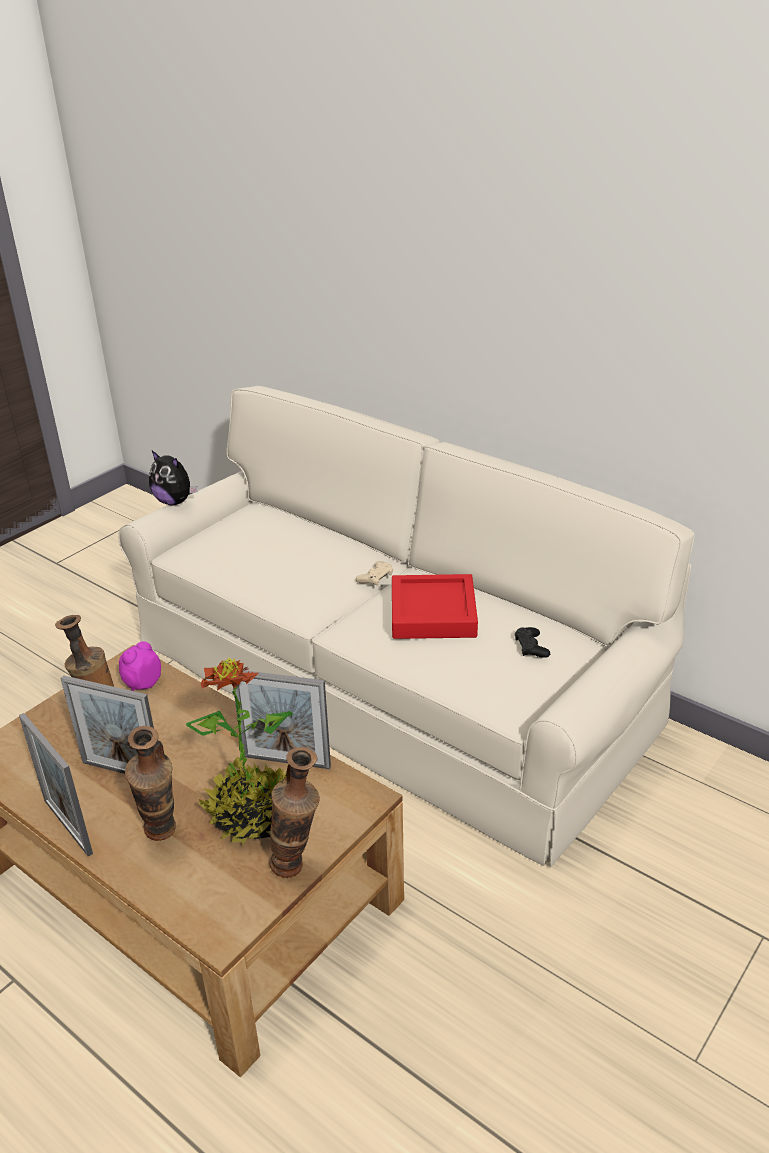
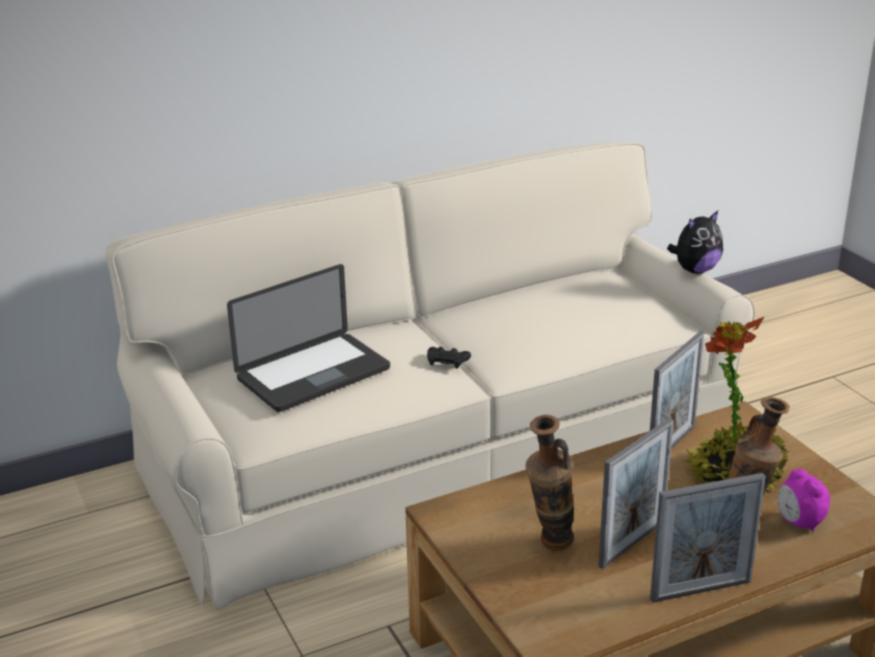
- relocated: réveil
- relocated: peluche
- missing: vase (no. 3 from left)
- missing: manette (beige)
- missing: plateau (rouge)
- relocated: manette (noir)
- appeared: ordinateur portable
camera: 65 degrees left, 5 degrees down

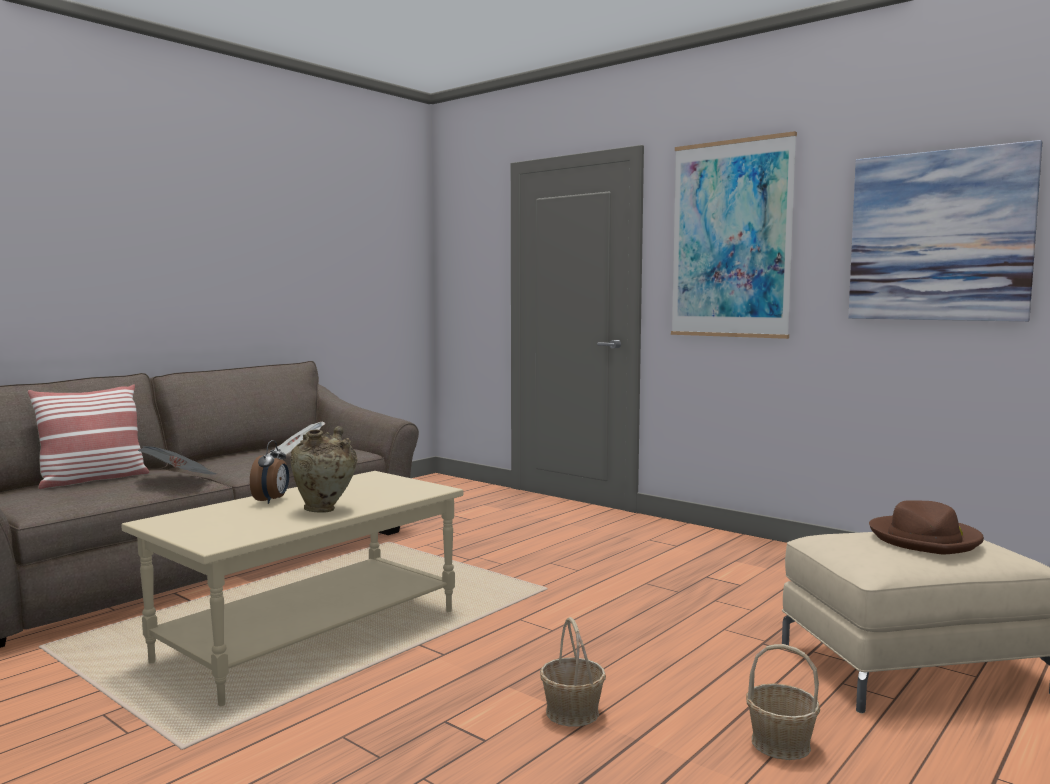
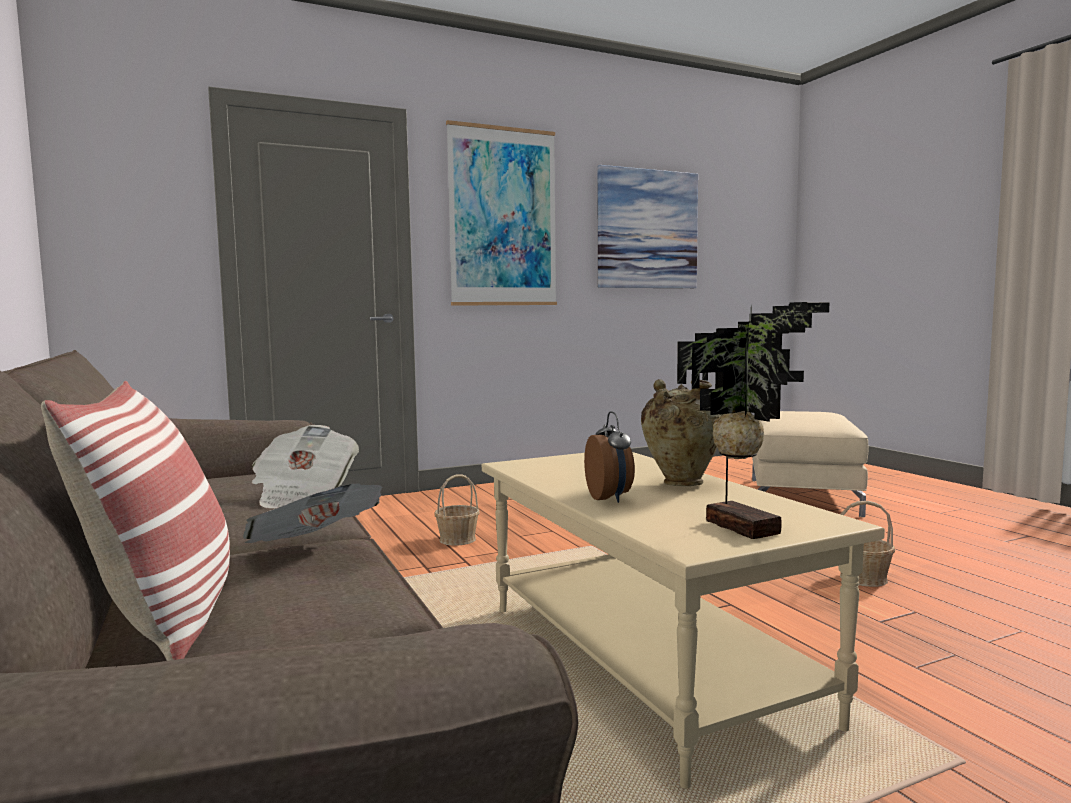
- spun: réveil 45 degrees clockwise
- relocated: panier (no. 2 from left in the first image) to panier (no. 1 from left)
- missing: chapeau (marron)
- appeared: plante en pot
camera: 65 degrees left, 0 degrees up

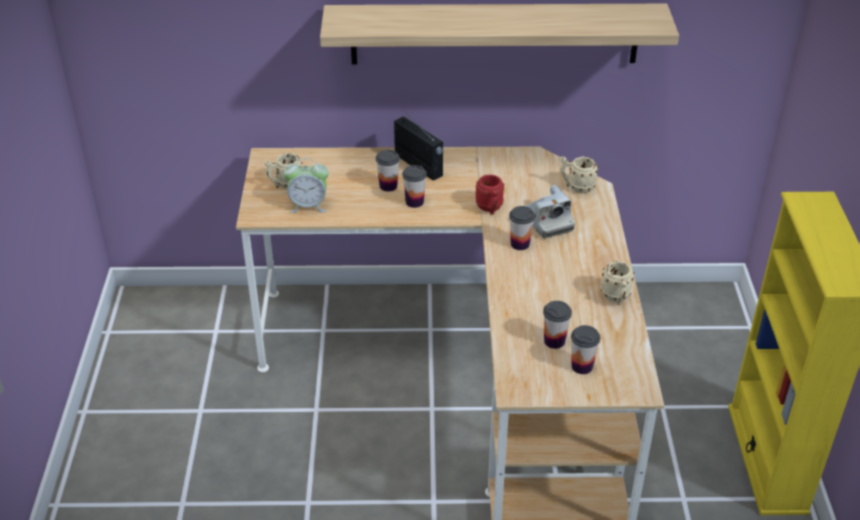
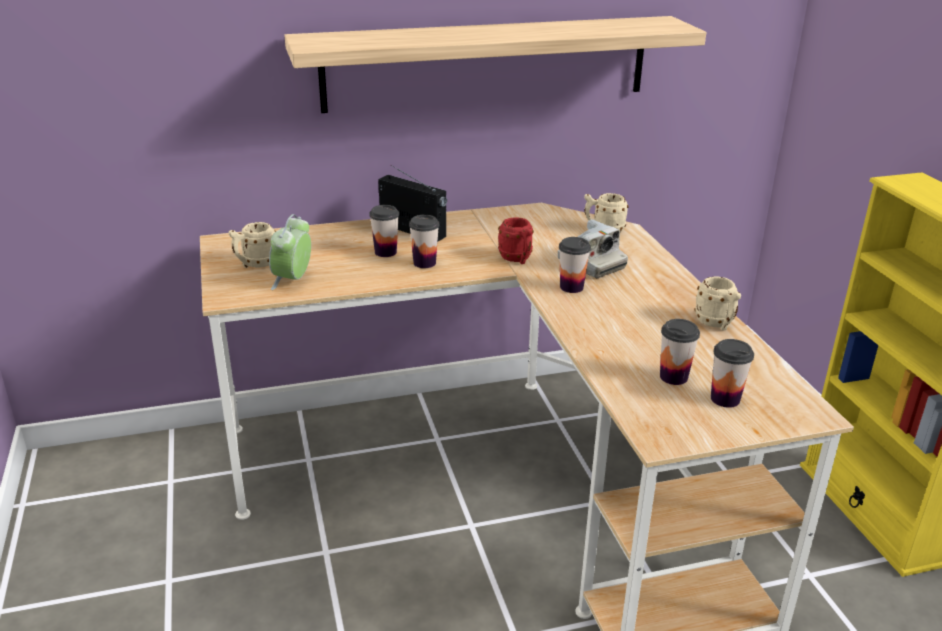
- spun: réveil 120 degrees clockwise
camera: 15 degrees left, 10 degrees down

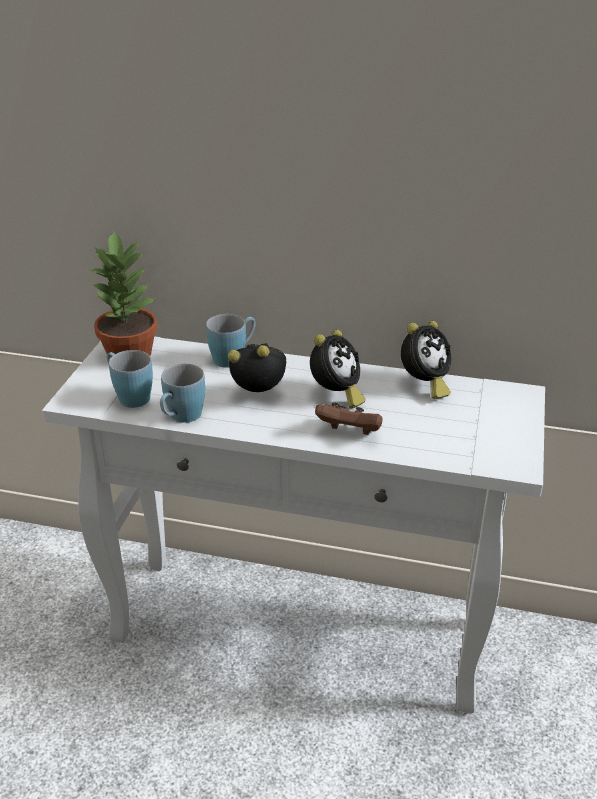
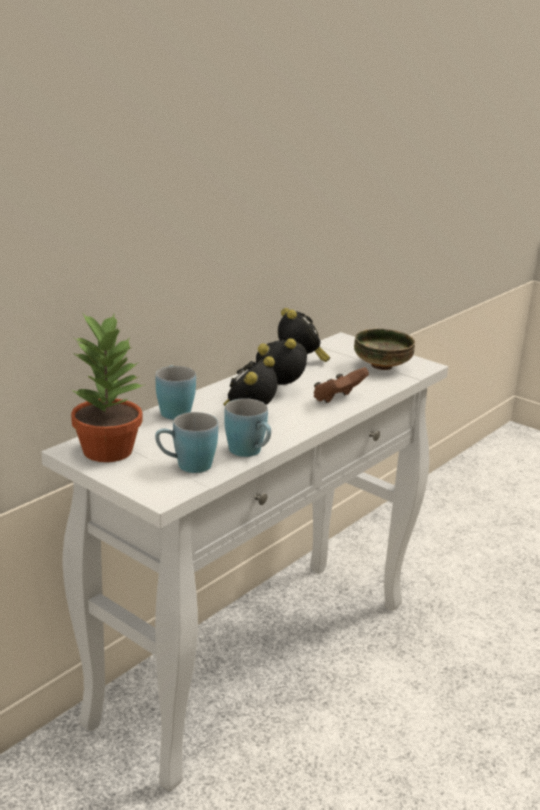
- spun: réveil (no. 2 from left) 60 degrees counterclockwise
- appeared: bol
camera: 65 degrees left, 10 degrees down

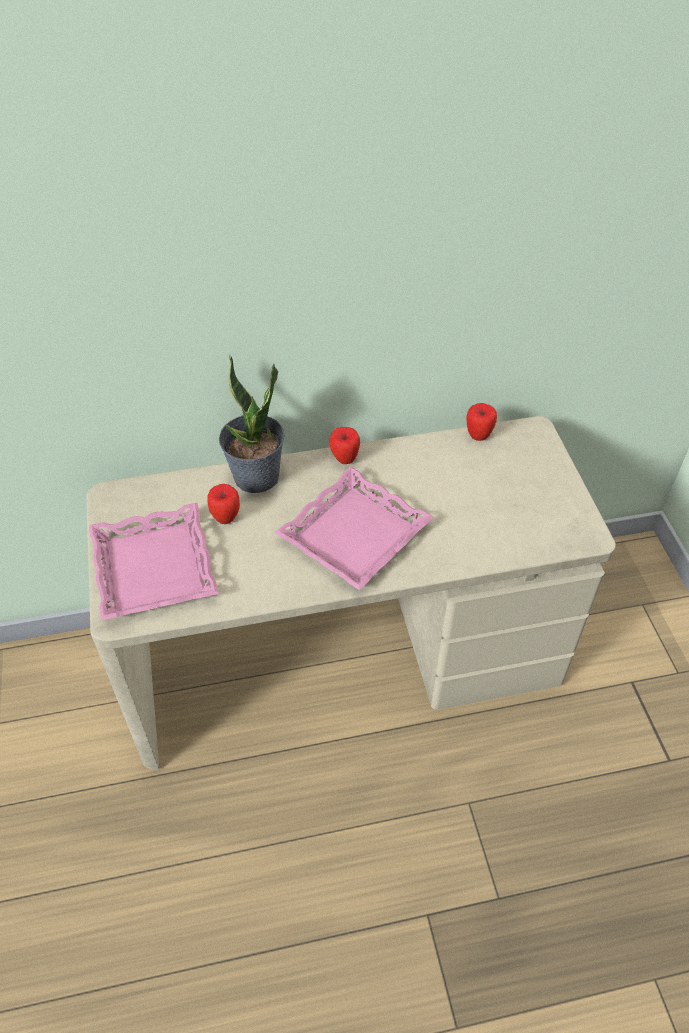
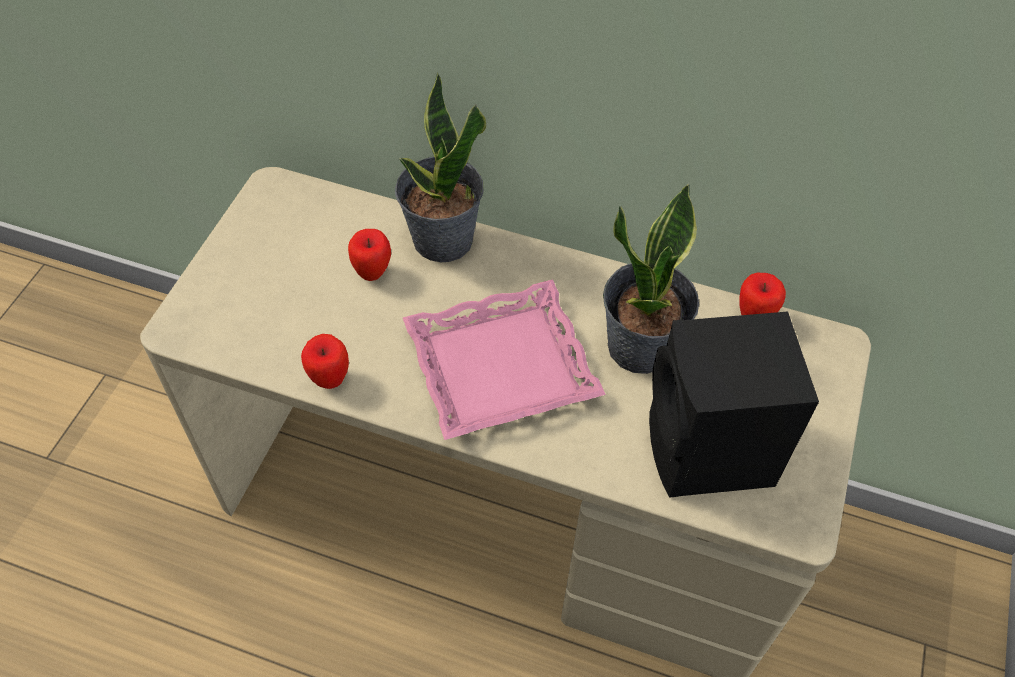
- missing: plateau (rose) (no. 1 from left)
- relocated: pomme (no. 2 from left in the first image) to pomme (no. 1 from left)
- appeared: plante en pot (no. 2 from left)
- appeared: enceinte (noir)
camera: 30 degrees right, 5 degrees up

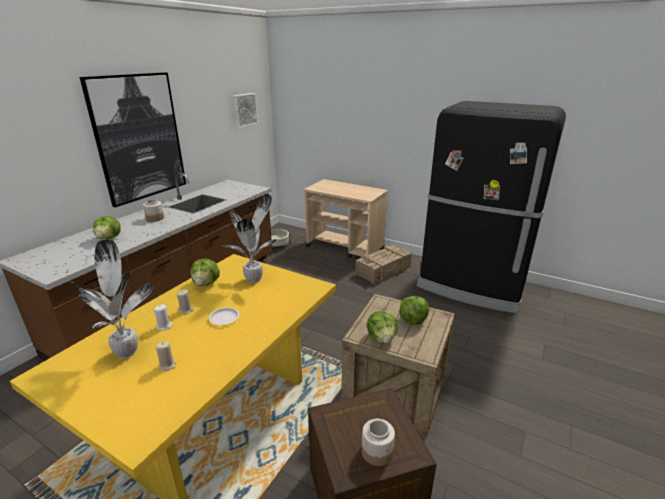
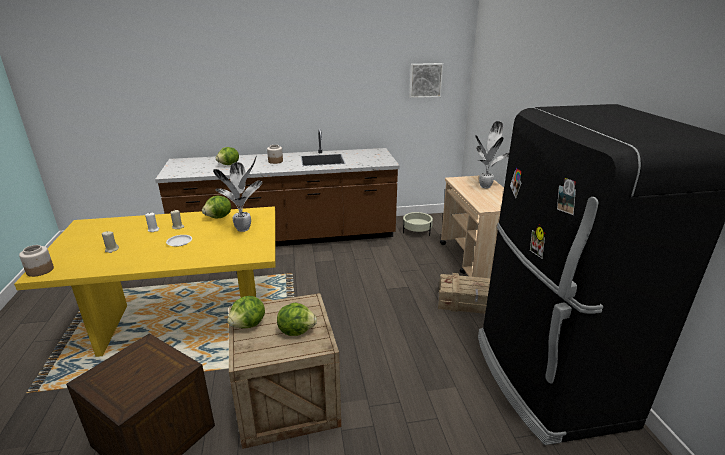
- relocated: plante en pot (no. 1 from left in the first image) to plante en pot (no. 2 from left)
- missing: tableau (no. 1 from left)
- relocated: bocal (no. 2 from left in the first image) to bocal (no. 1 from left)
camera: 50 degrees right, 0 degrees up

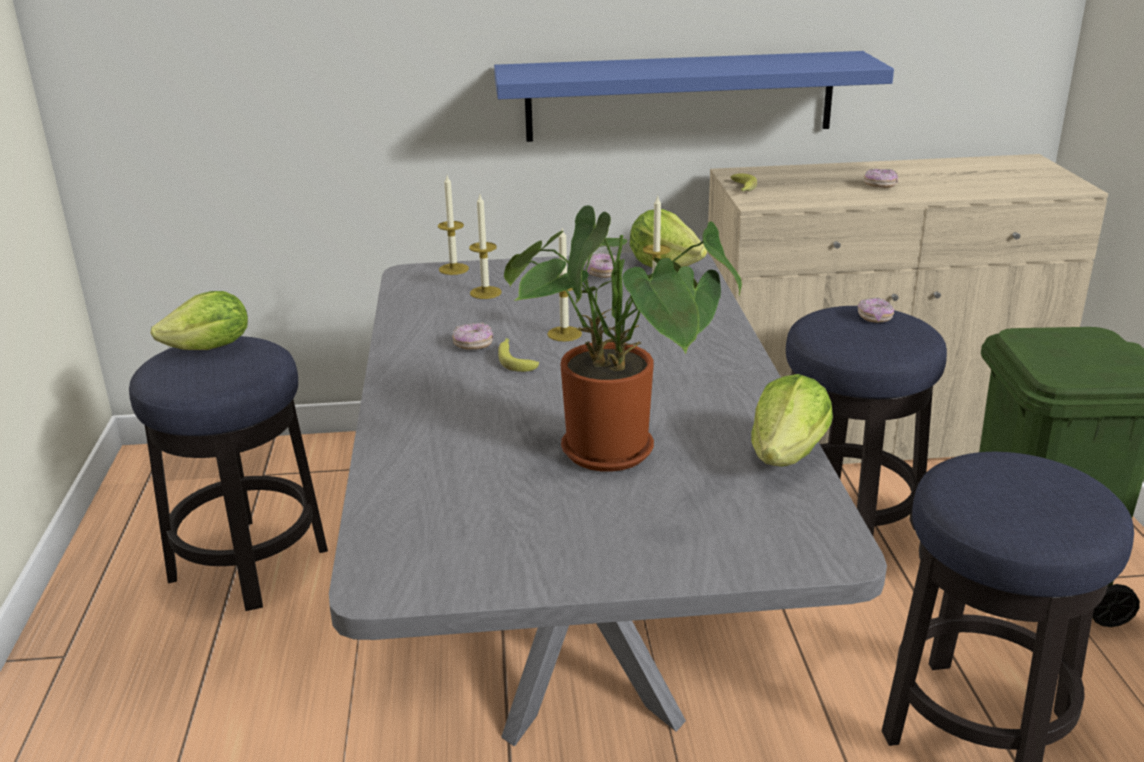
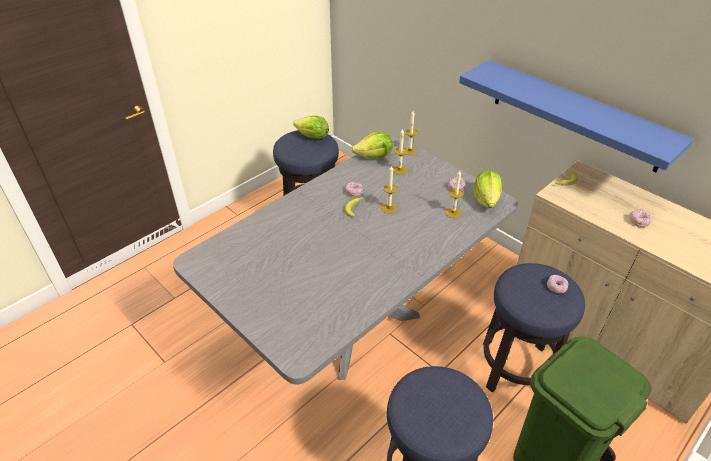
- missing: plante en pot
- relocated: laitue (no. 3 from left in the first image) to laitue (no. 2 from left)
camera: 50 degrees right, 15 degrees up

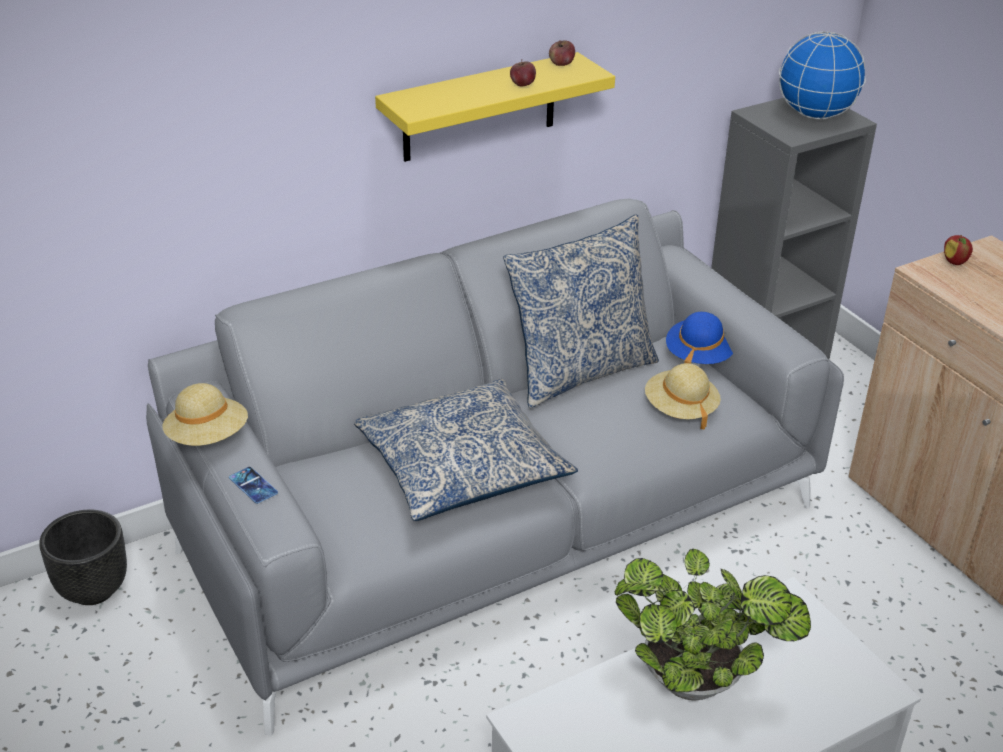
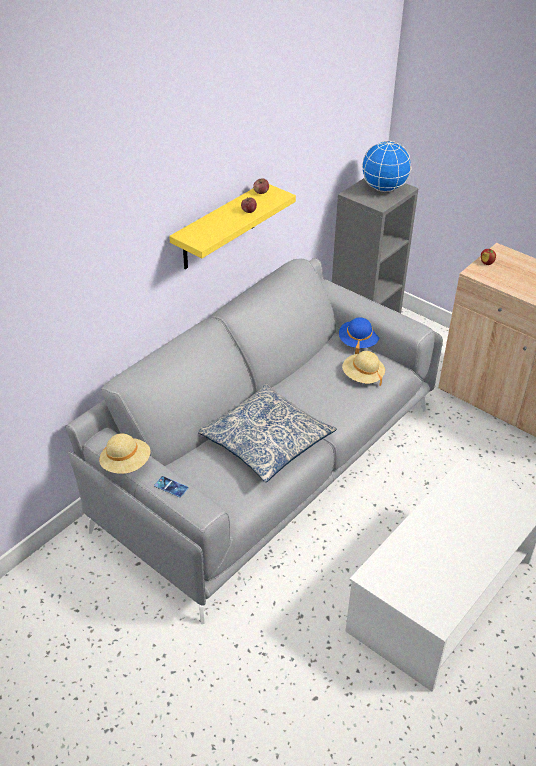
- missing: cache-pot (noir)
- missing: coussin (no. 2 from left)
- missing: plante en pot
camera: 20 degrees left, 5 degrees up

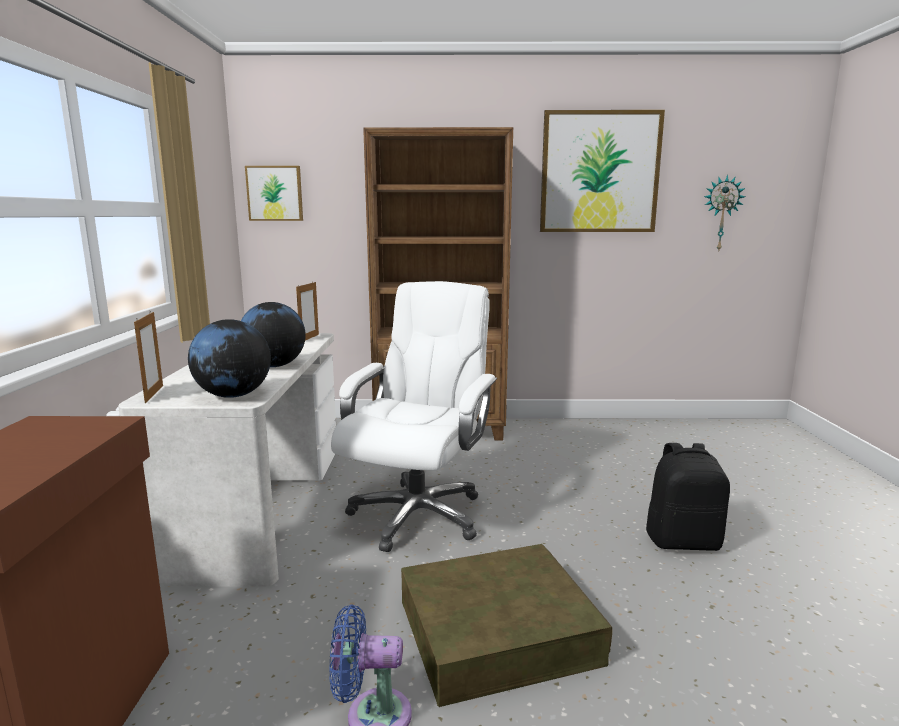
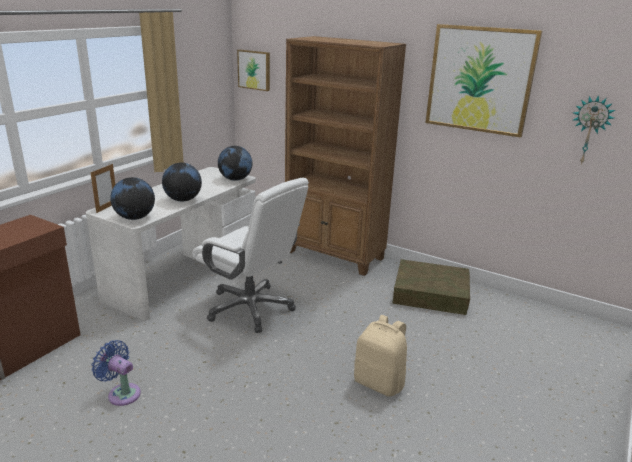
- exchanged: cadre photo (no. 2 from left) to globe (no. 3 from left)
- spun: chaise de bureau (blanc) 75 degrees clockwise
- relocated: boîte de rangement (marron)
- colour: sac à dos (noir) to sac à dos (beige)
camera: 30 degrees right, 10 degrees up

